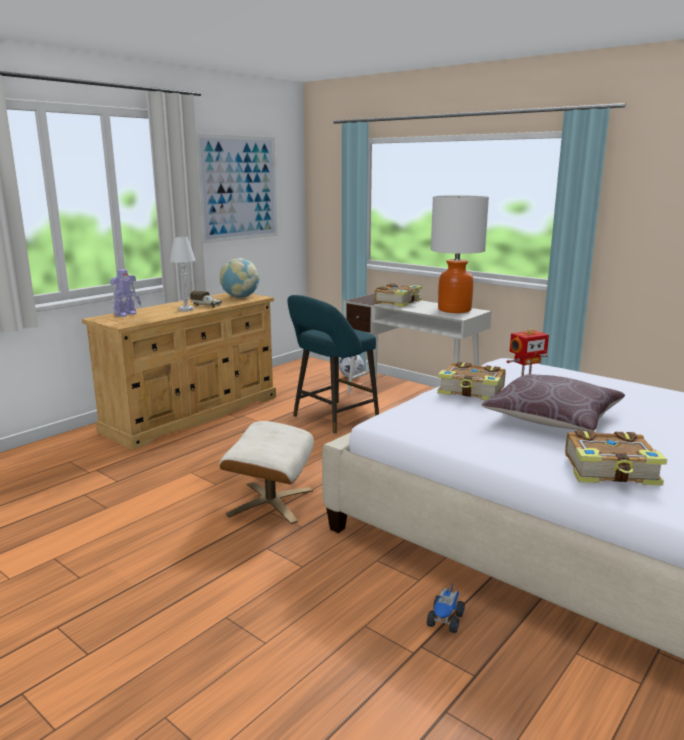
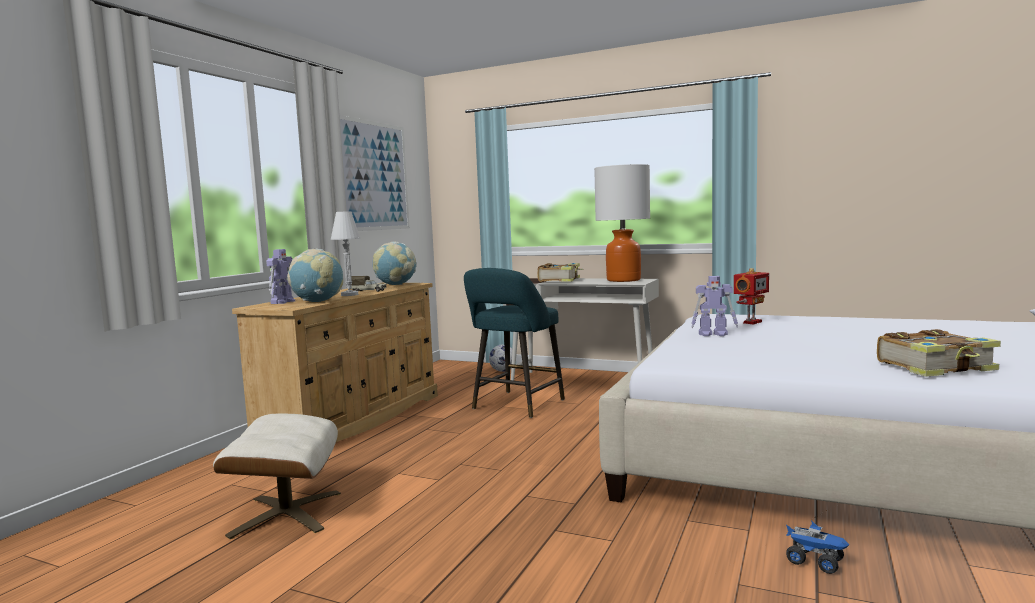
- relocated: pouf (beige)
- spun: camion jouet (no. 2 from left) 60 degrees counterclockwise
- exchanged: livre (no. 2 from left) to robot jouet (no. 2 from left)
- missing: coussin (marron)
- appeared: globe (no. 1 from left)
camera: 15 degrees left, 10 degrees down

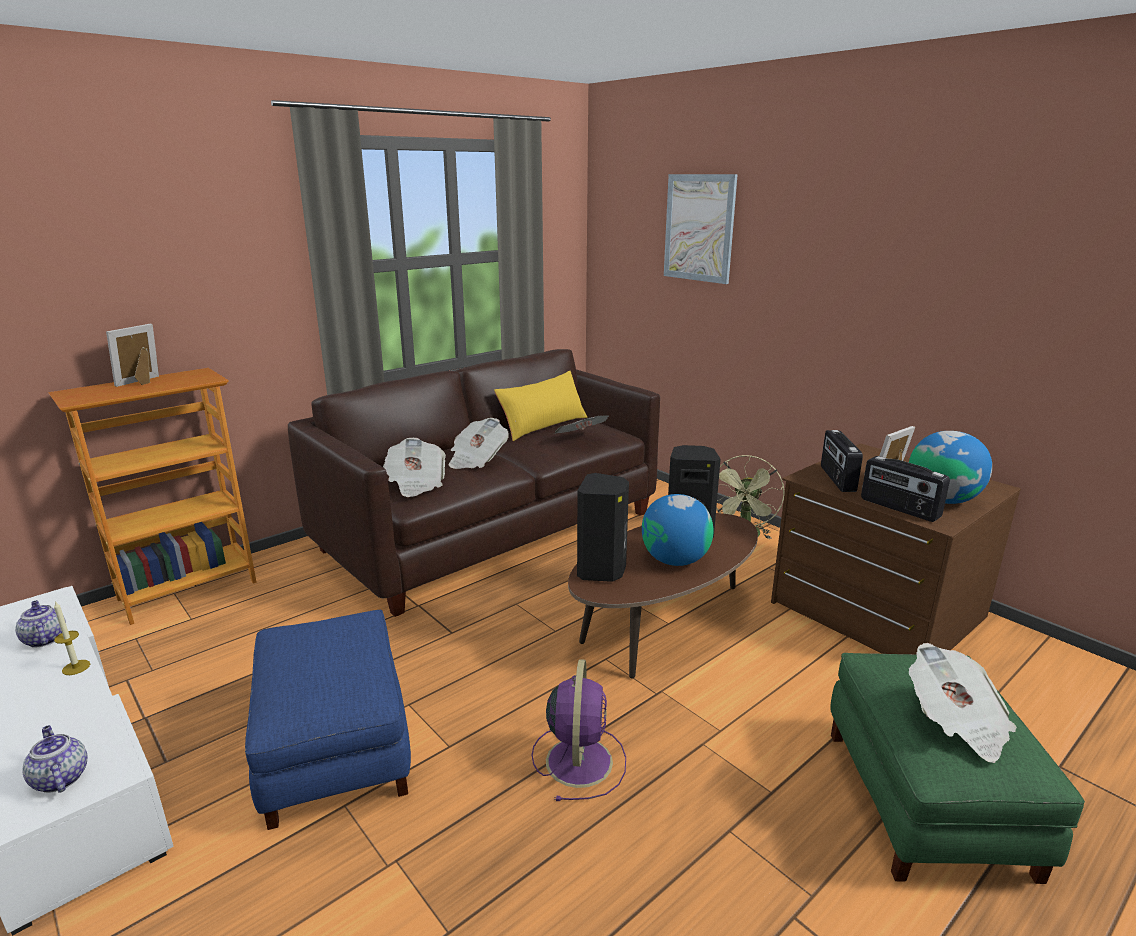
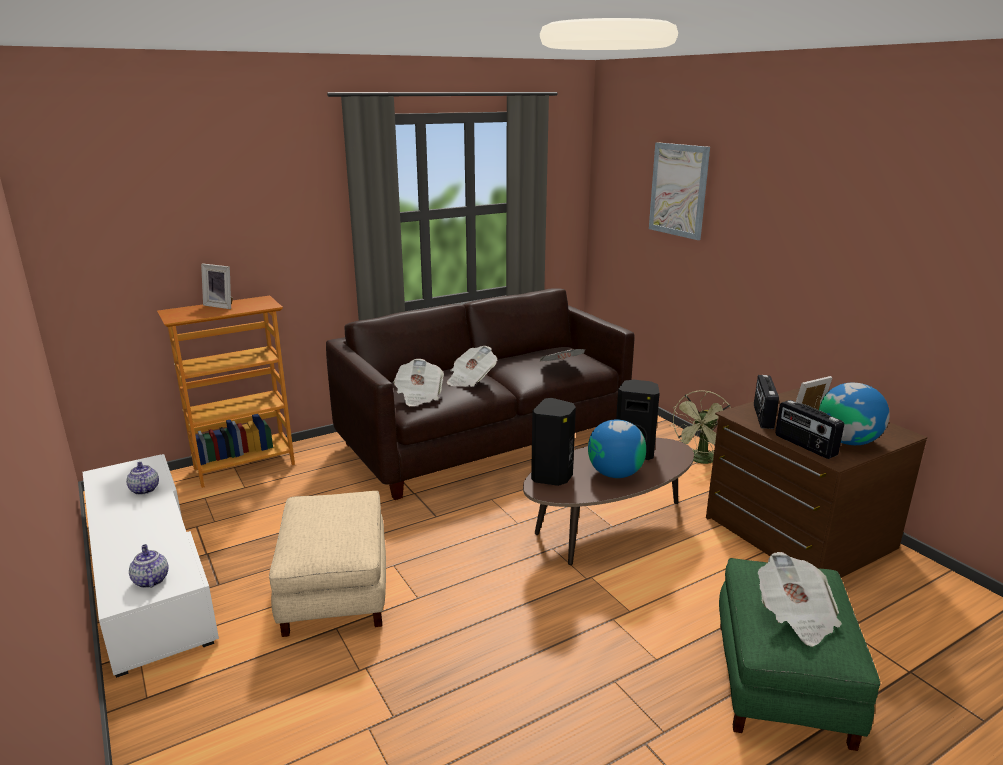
- missing: bougie
- spun: cadre photo (no. 1 from left) 105 degrees counterclockwise
- colour: pouf (bleu) to pouf (beige)
- missing: coussin (jaune)
- missing: ventilateur (violet)
camera: 10 degrees right, 0 degrees up

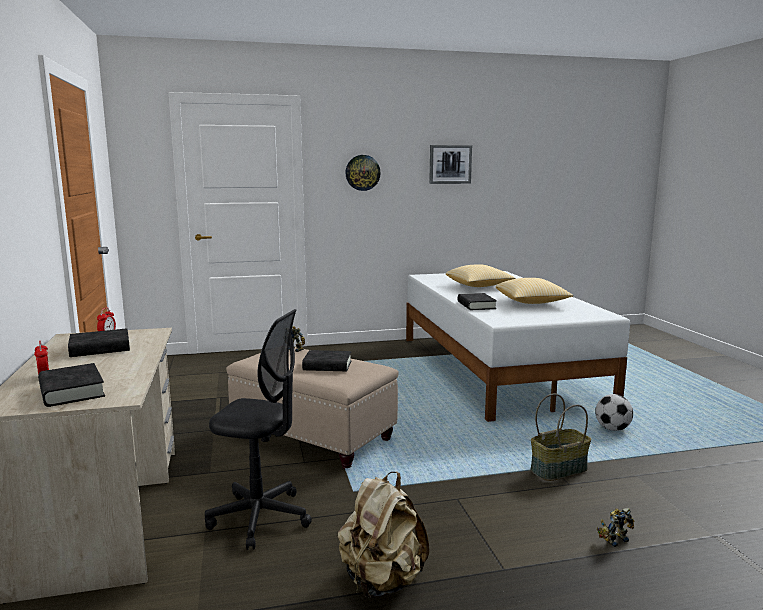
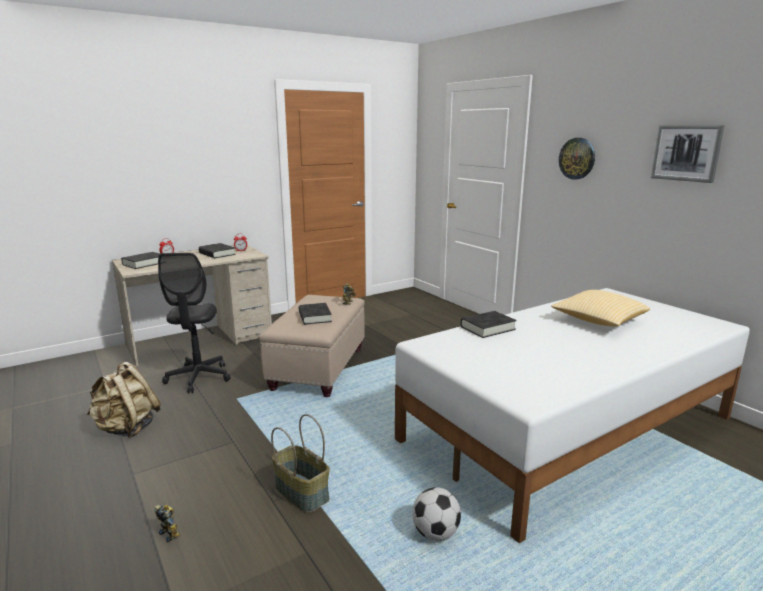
- missing: coussin (no. 2 from left)
camera: 70 degrees right, 5 degrees up

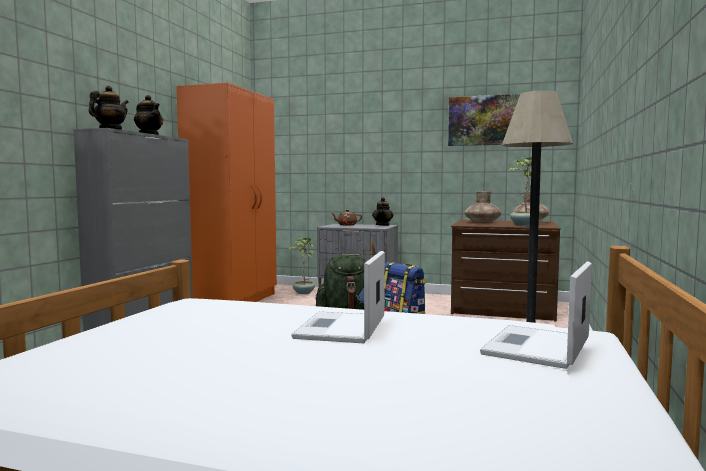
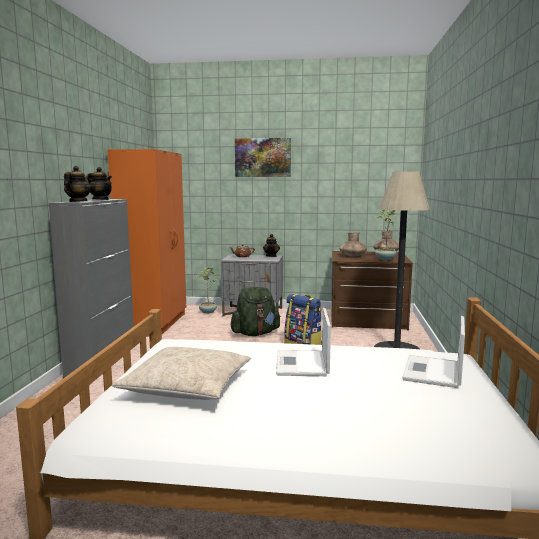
- relocated: tableau
- appeared: coussin (beige)
camera: 10 degrees left, 5 degrees up

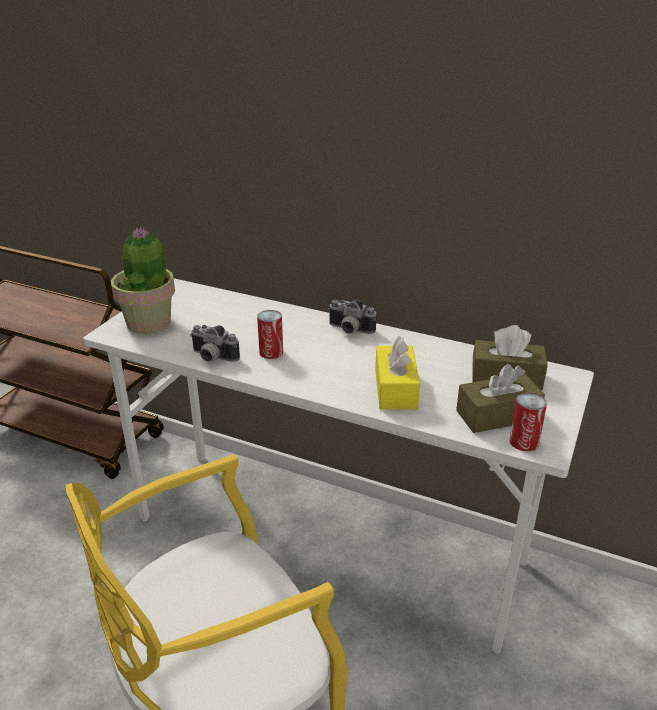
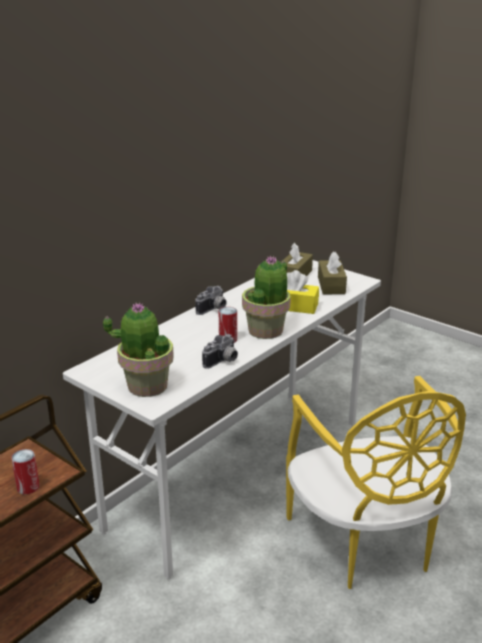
- relocated: boîte métallique (no. 2 from left in the first image) to boîte métallique (no. 1 from left)
- appeared: plante en pot (no. 2 from left)
camera: 75 degrees left, 5 degrees down

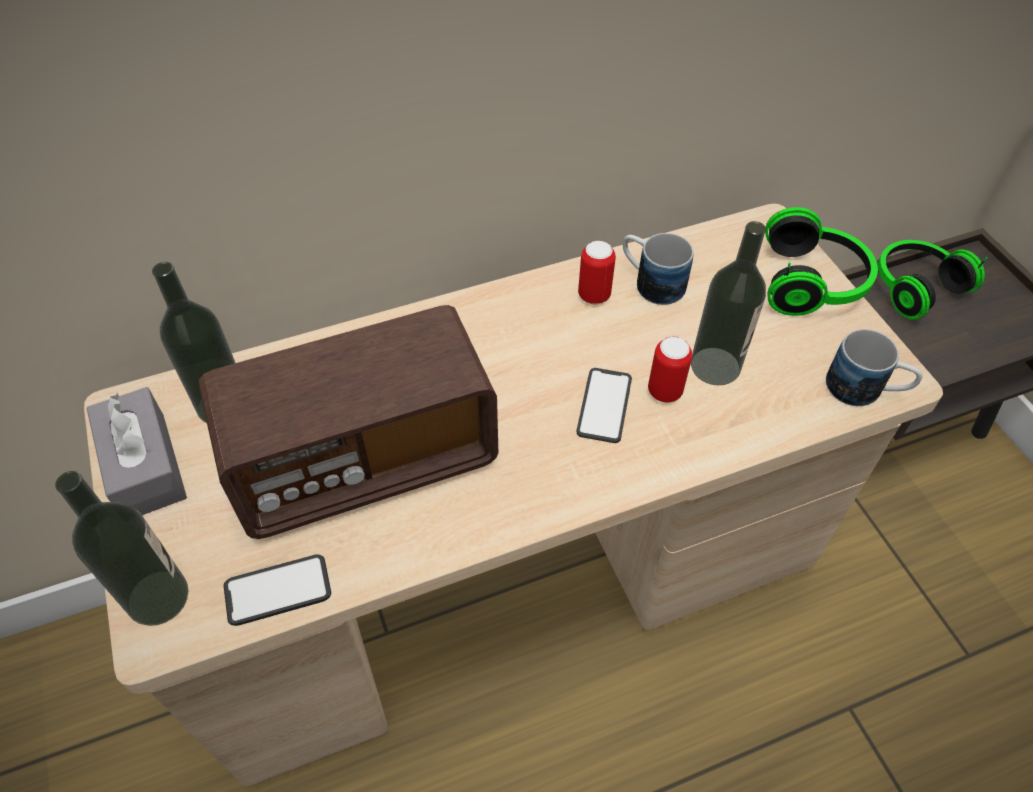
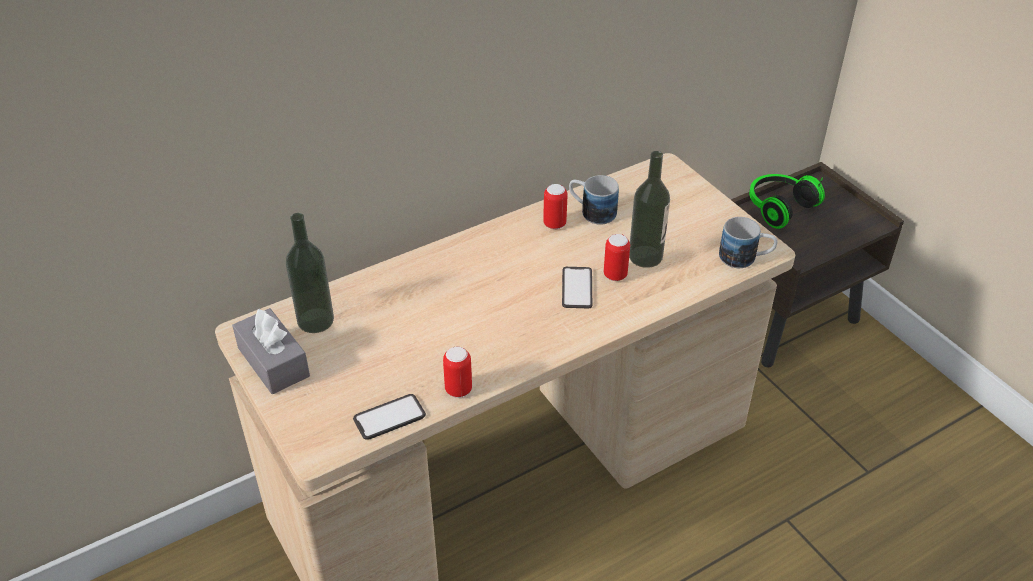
- missing: bouteille (no. 1 from left)
- missing: radio
- missing: casque audio (no. 1 from left)
- appeared: boîte métallique (no. 1 from left)
camera: 10 degrees left, 10 degrees down

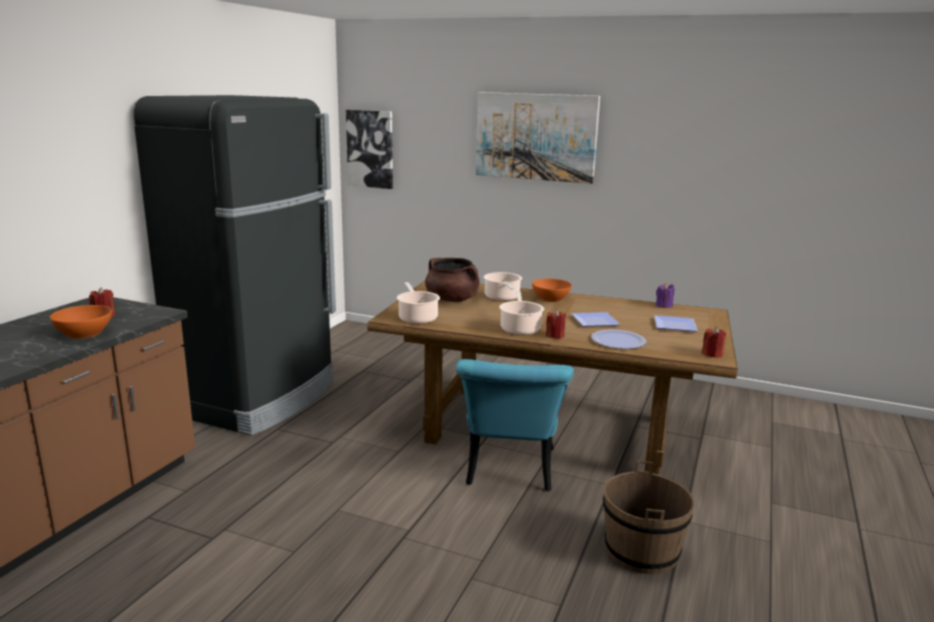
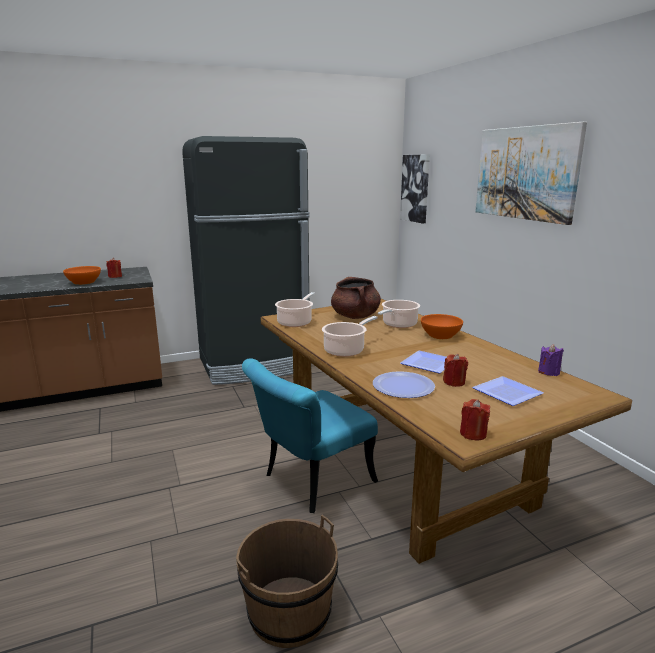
- relocated: bougie (rouge) (no. 2 from left)
camera: 45 degrees right, 0 degrees up

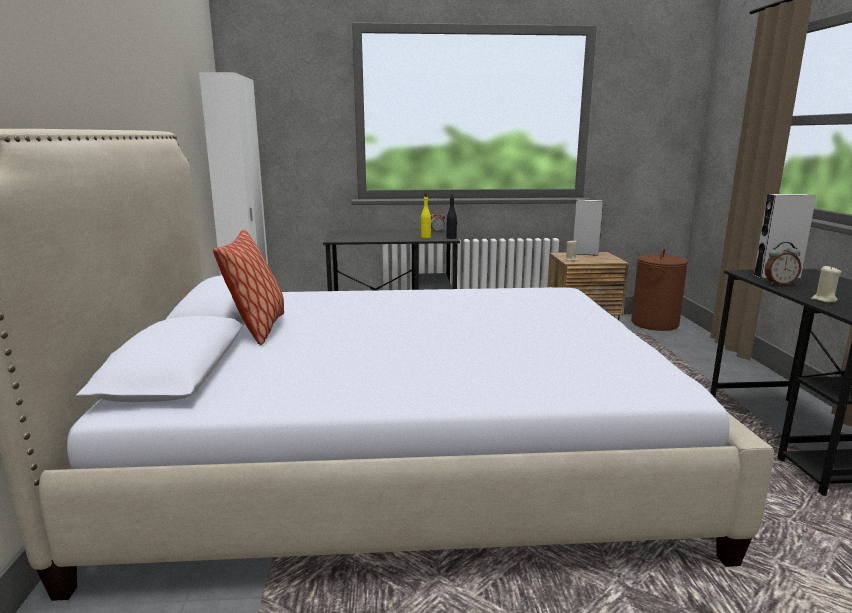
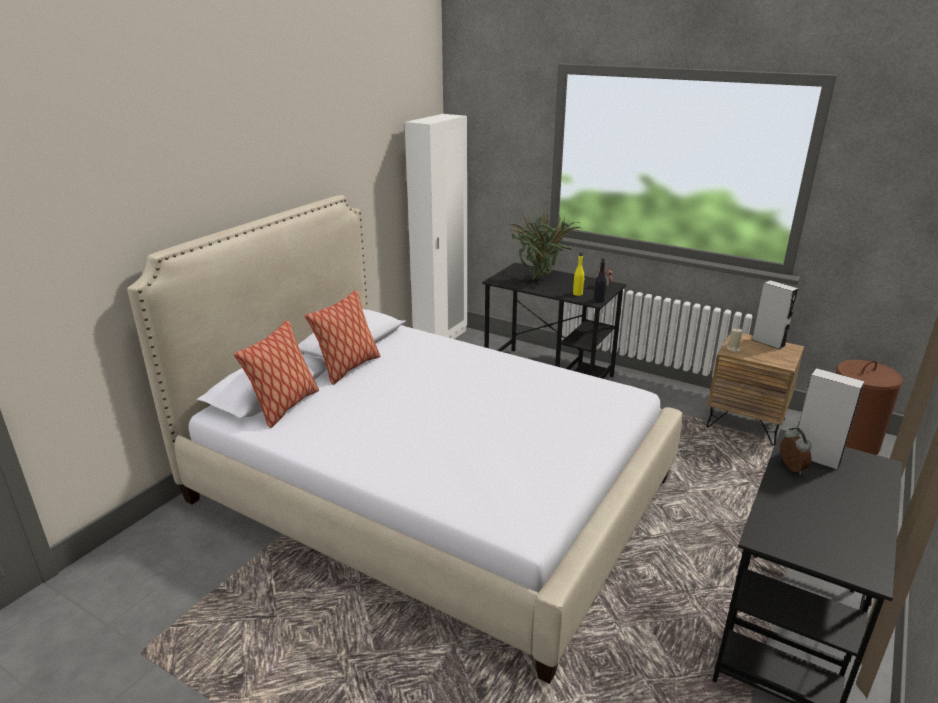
- spun: réveil (no. 2 from left) 135 degrees counterclockwise
- missing: bougie (beige) (no. 2 from left)
- appeared: coussin (no. 1 from left)
- appeared: plante en pot
camera: 35 degrees right, 10 degrees up

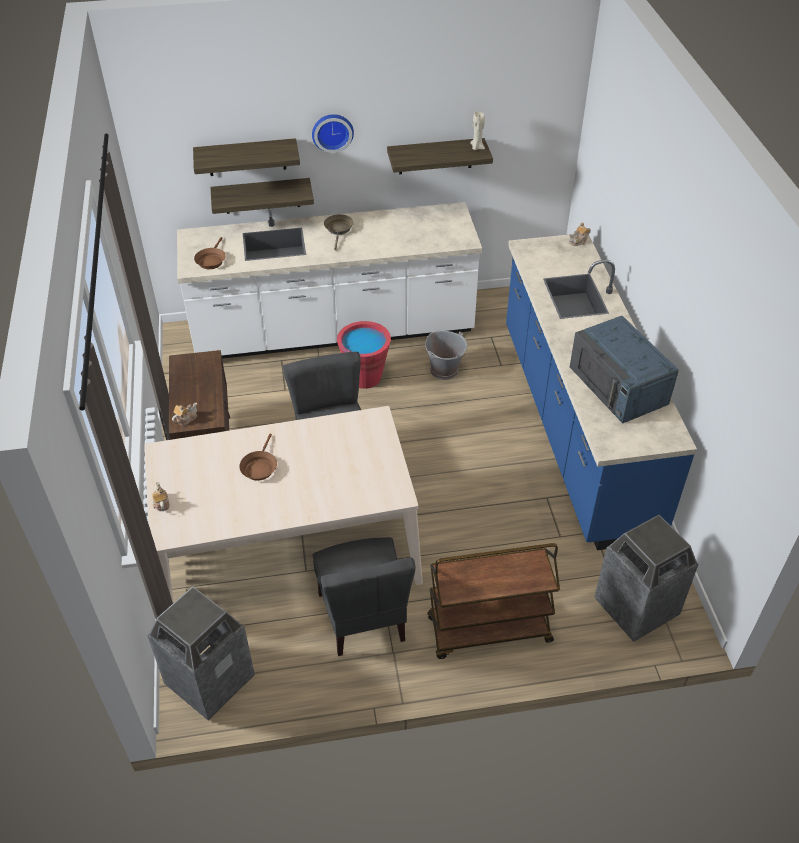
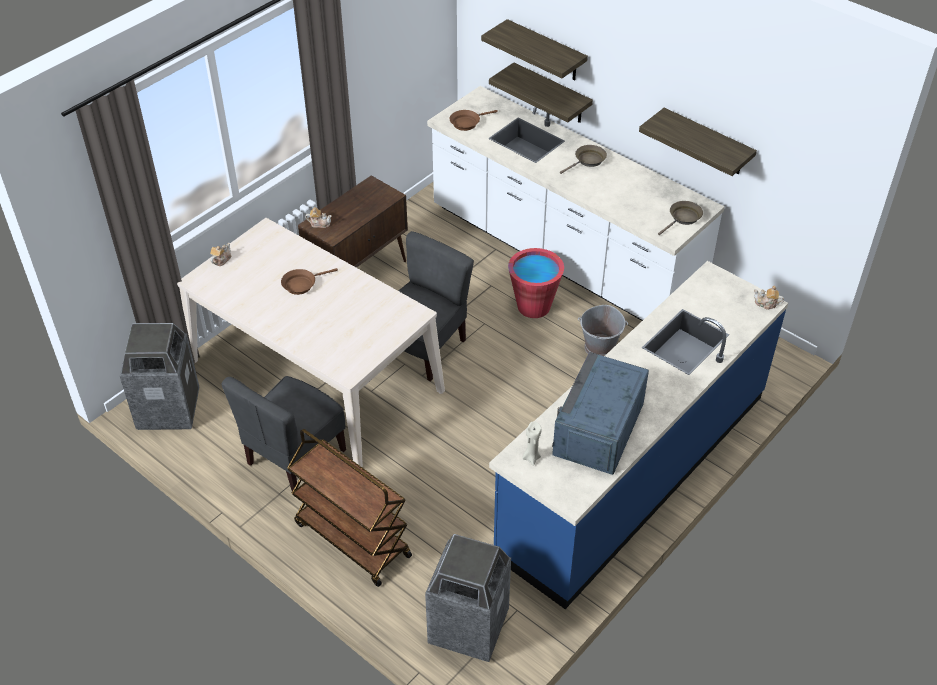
- missing: horloge murale
- relocated: bougie (beige)
- appeared: poêle (marron) (no. 4 from left)
camera: 50 degrees right, 0 degrees up

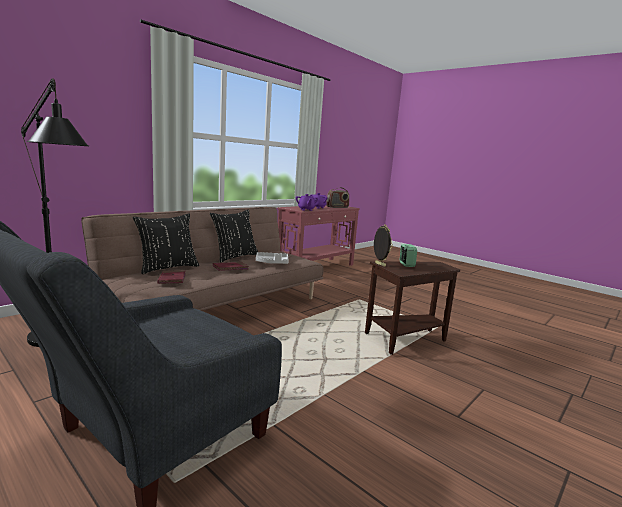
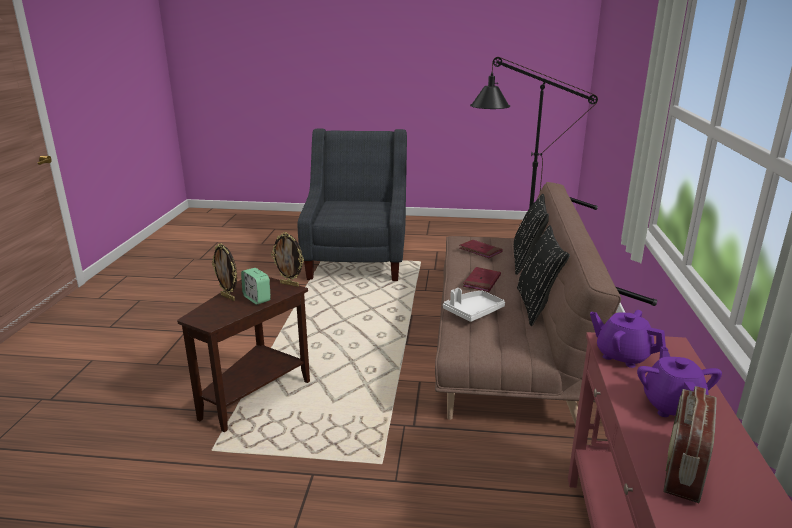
- appeared: cadre photo (no. 1 from left)
camera: 145 degrees right, 10 degrees up

